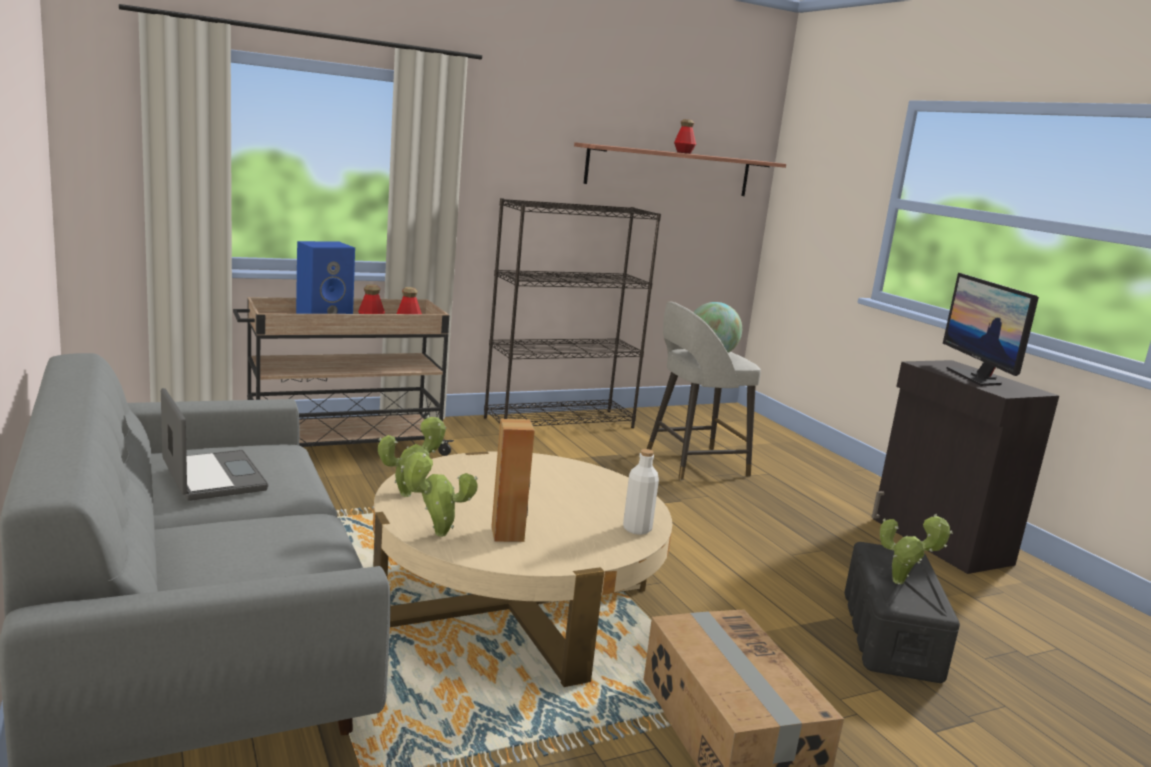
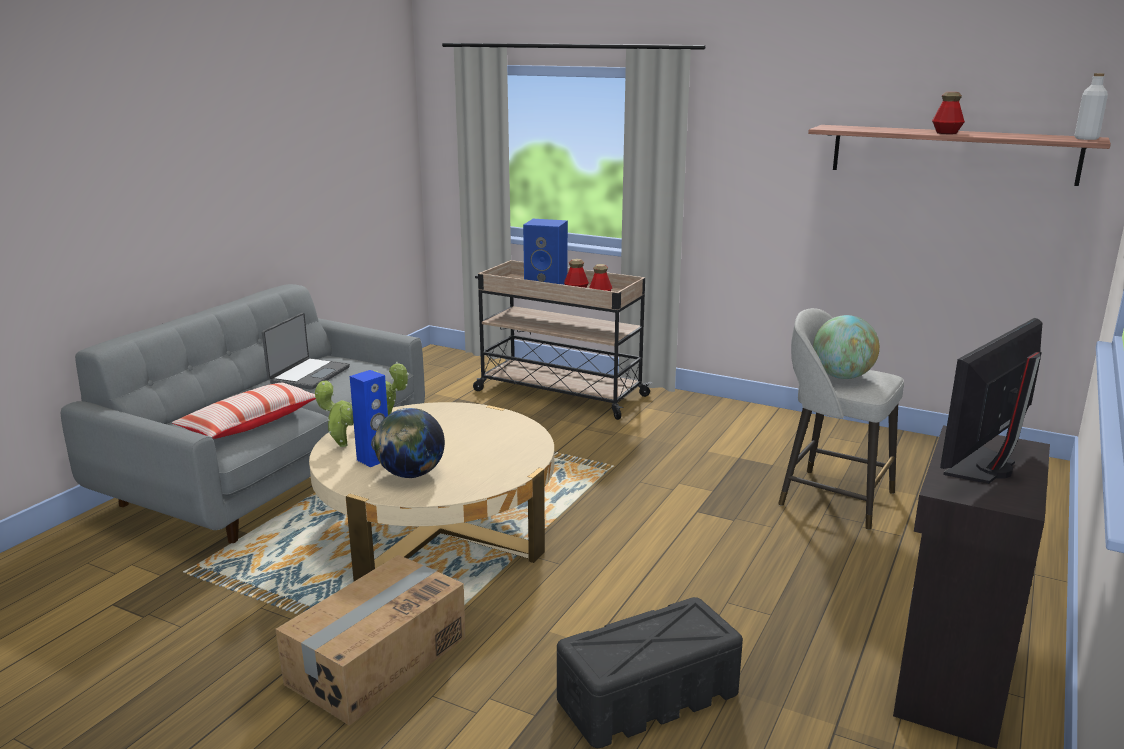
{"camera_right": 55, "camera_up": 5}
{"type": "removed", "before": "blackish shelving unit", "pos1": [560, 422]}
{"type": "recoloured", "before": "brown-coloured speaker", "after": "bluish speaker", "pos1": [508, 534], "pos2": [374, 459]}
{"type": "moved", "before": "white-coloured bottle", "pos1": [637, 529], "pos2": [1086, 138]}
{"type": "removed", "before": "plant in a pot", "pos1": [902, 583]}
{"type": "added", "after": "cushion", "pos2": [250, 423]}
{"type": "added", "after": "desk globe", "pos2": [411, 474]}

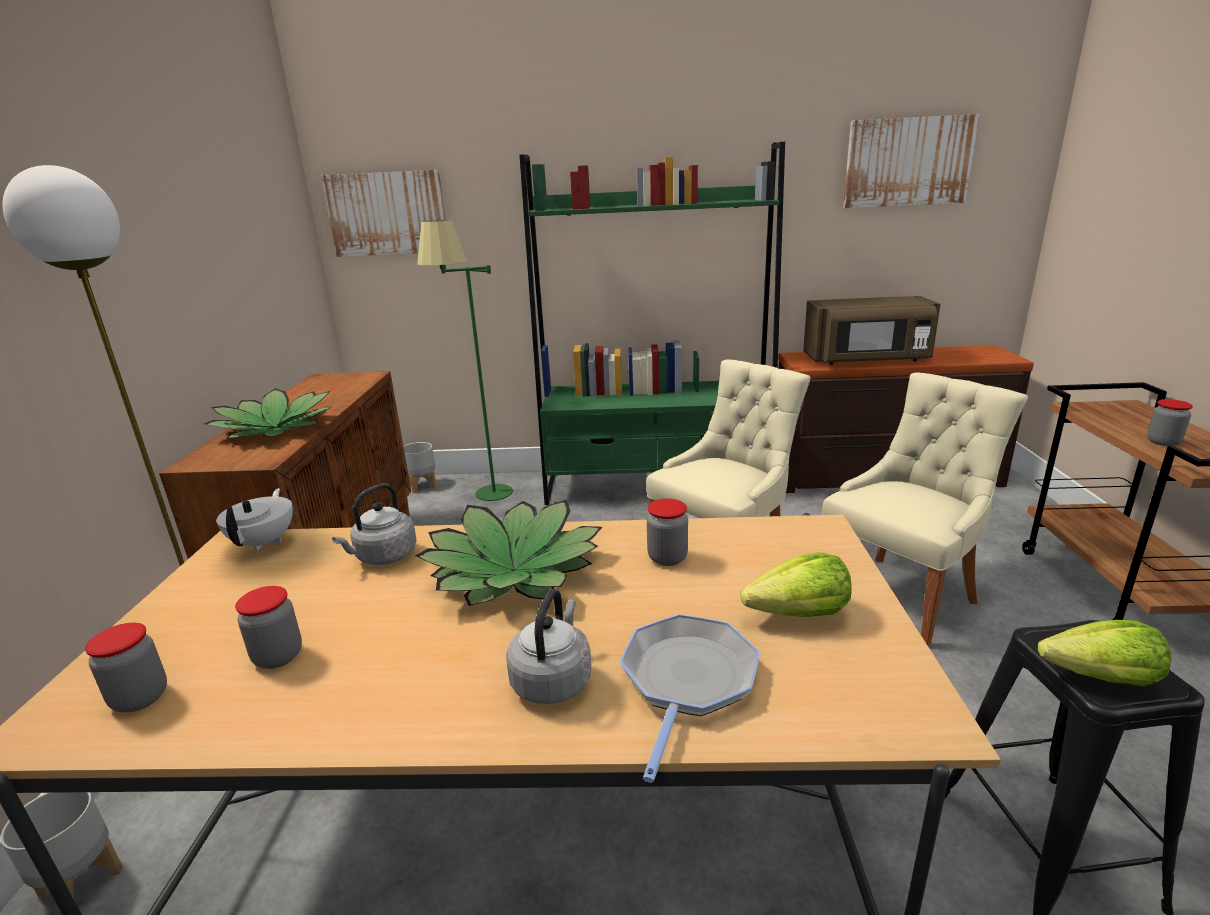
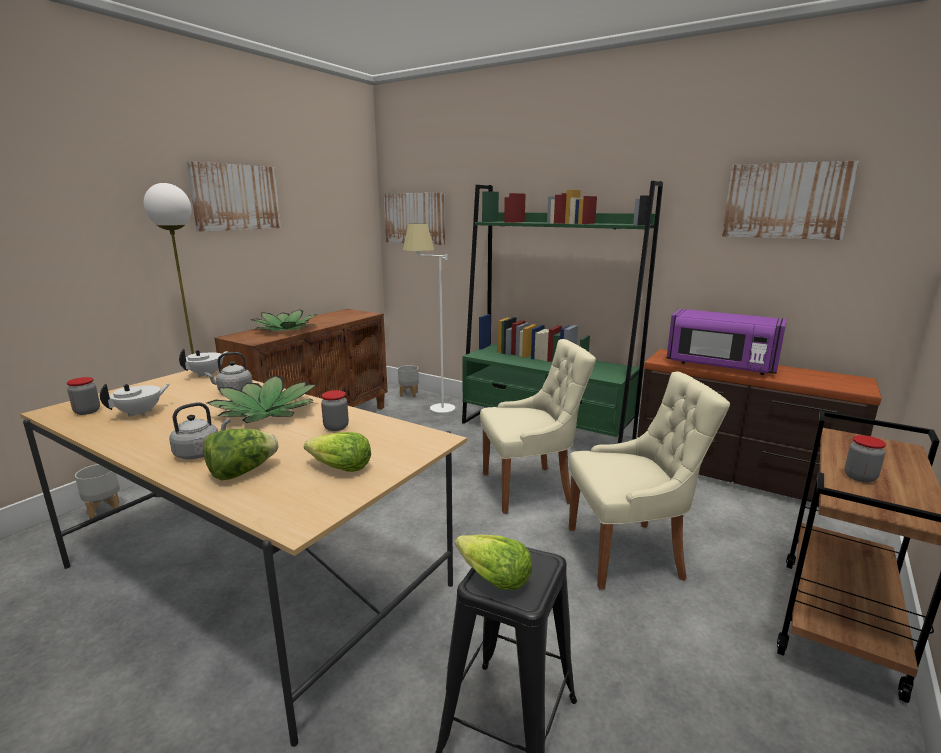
{"camera_right": 30, "camera_up": -5}
{"type": "replaced", "before": "storage jar", "after": "white-coloured teapot", "pos1": [278, 656], "pos2": [140, 413]}
{"type": "recoloured", "before": "greenish standard lamp", "after": "white-coloured standard lamp", "pos1": [485, 500], "pos2": [432, 410]}
{"type": "replaced", "before": "skillet", "after": "head of lettuce", "pos1": [687, 681], "pos2": [242, 472]}
{"type": "recoloured", "before": "brown-coloured microwave oven", "after": "purple microwave oven", "pos1": [867, 360], "pos2": [719, 366]}
{"type": "added", "after": "wall picture", "pos2": [235, 197]}

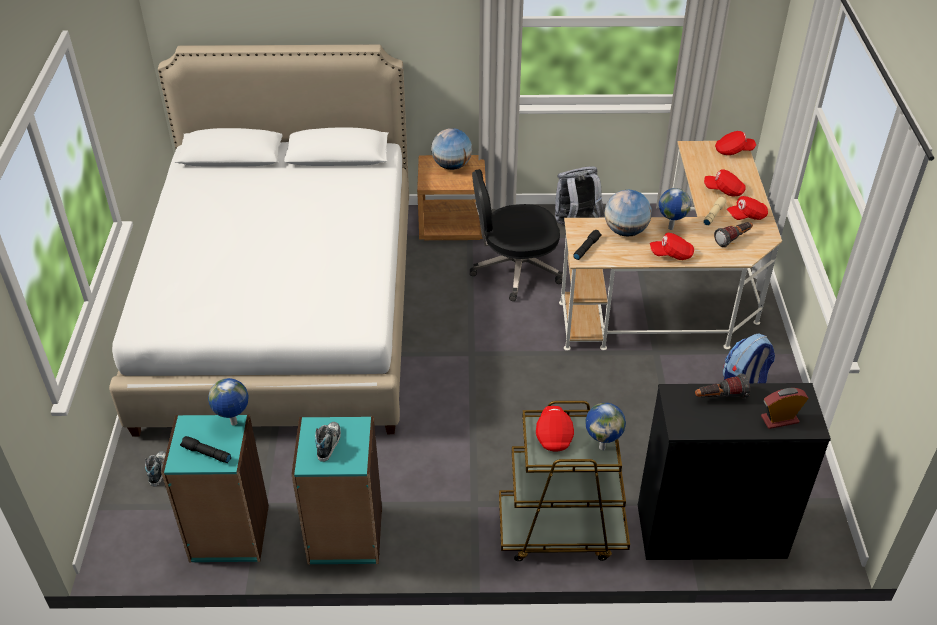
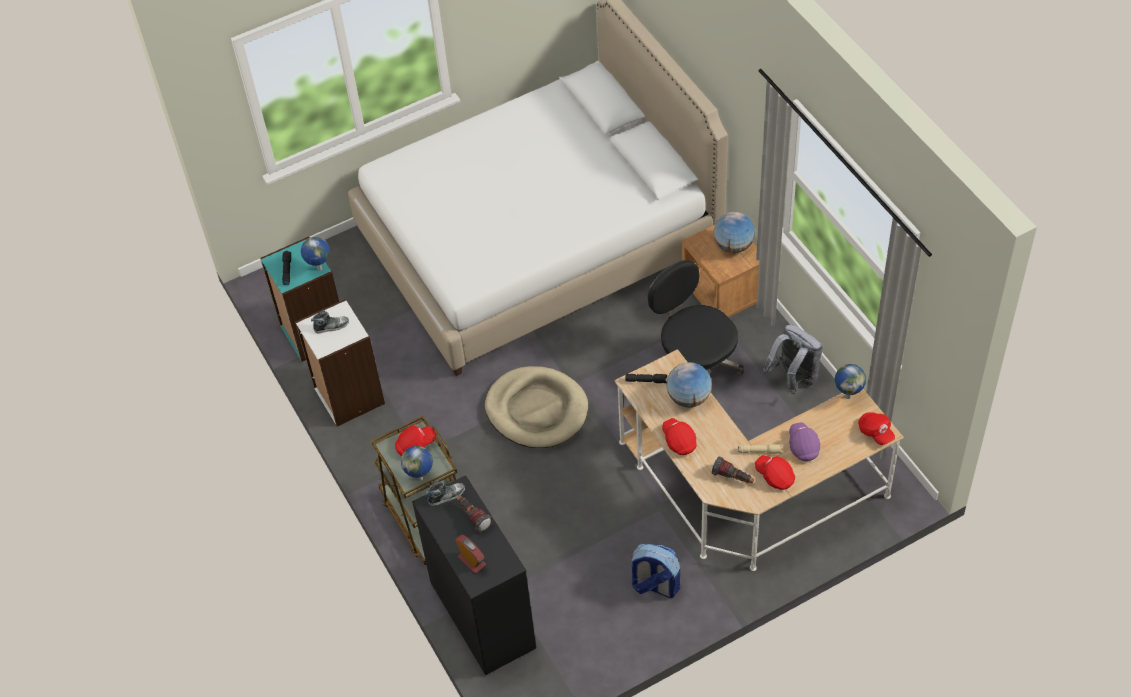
{"camera_right": 65, "camera_up": 10}
{"type": "moved", "before": "item of footwear", "pos1": [158, 470], "pos2": [446, 495]}
{"type": "recoloured", "before": "turquoise shelving unit", "after": "white-coloured shelving unit", "pos1": [345, 536], "pos2": [348, 396]}
{"type": "moved", "before": "desk globe", "pos1": [670, 228], "pos2": [848, 396]}
{"type": "recoloured", "before": "red-coloured baseball cap", "after": "purple baseball cap", "pos1": [724, 190], "pos2": [803, 446]}
{"type": "added", "after": "beige dog bed", "pos2": [537, 410]}

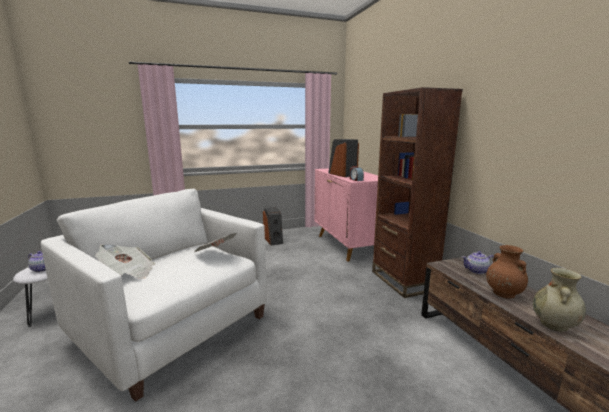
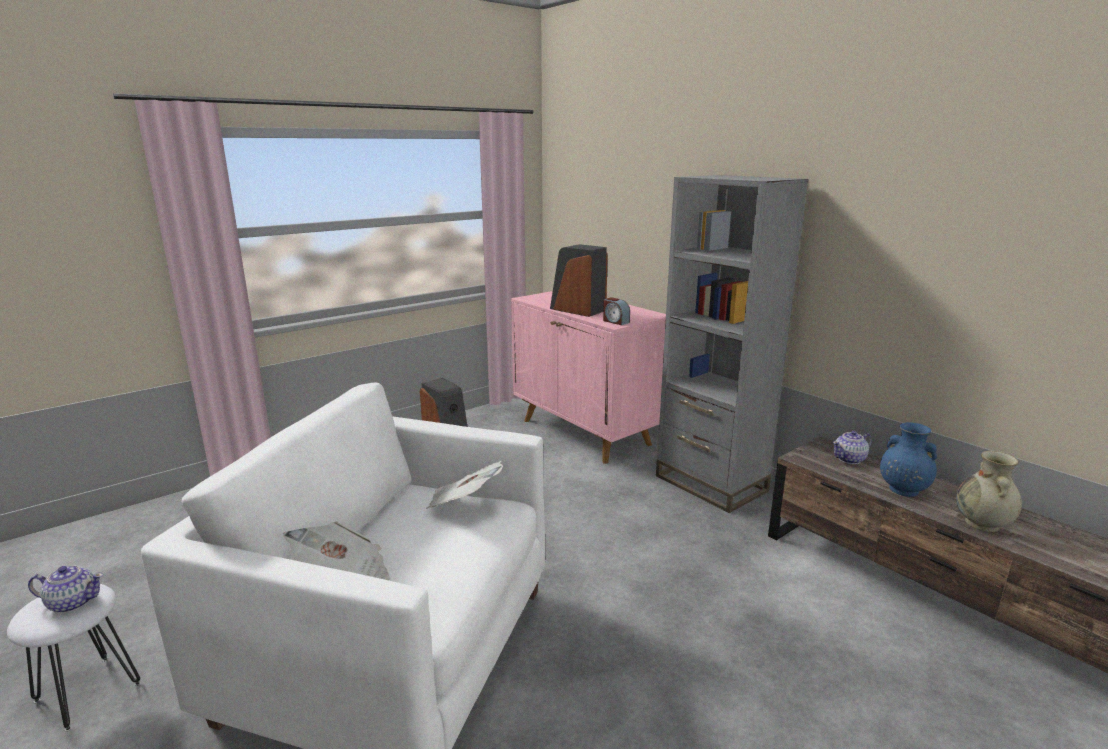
{"camera_right": -20, "camera_up": 5}
{"type": "recoloured", "before": "brown-coloured shelving unit", "after": "gray shelving unit", "pos1": [403, 281], "pos2": [710, 483]}
{"type": "recoloured", "before": "brown-coloured vase", "after": "bluish vase", "pos1": [503, 293], "pos2": [902, 489]}

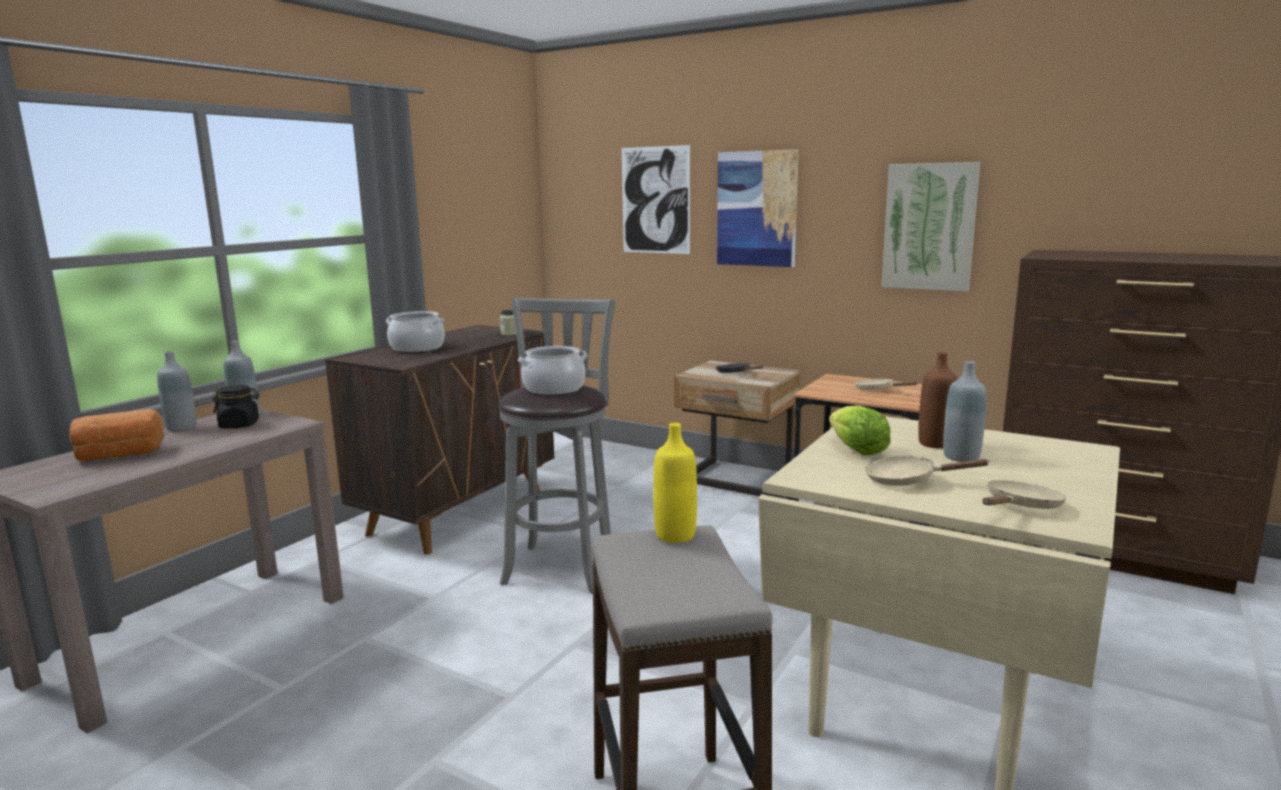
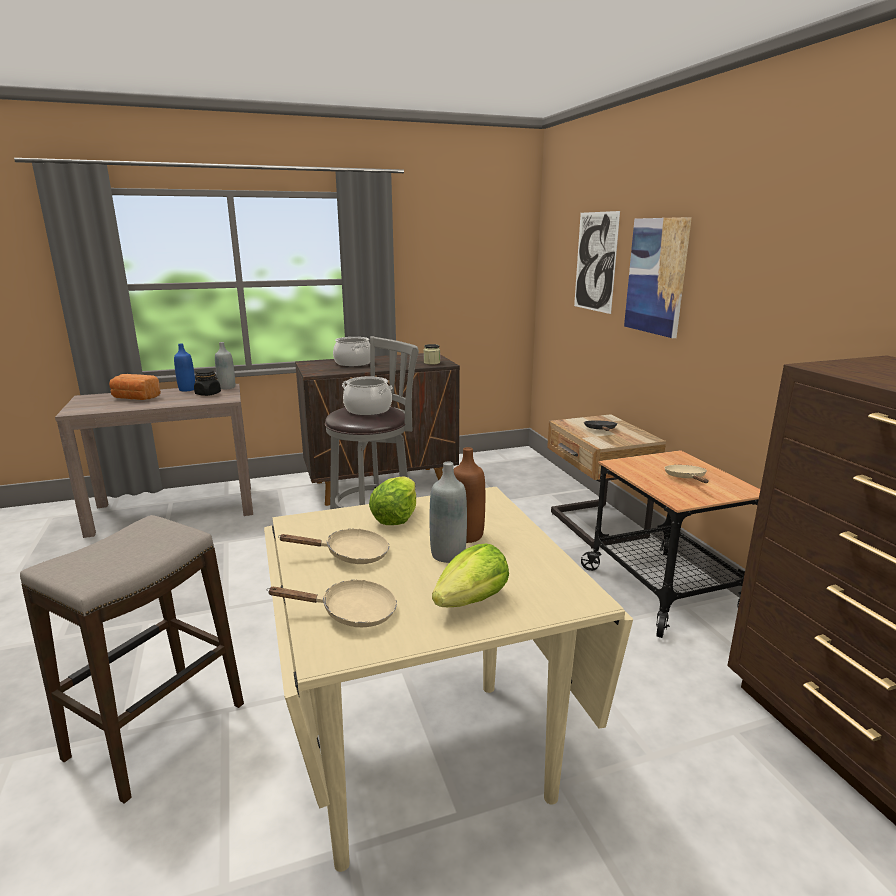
{"camera_right": 40, "camera_up": 5}
{"type": "recoloured", "before": "gray bottle", "after": "bluish bottle", "pos1": [181, 428], "pos2": [187, 389]}
{"type": "removed", "before": "yellow bottle", "pos1": [675, 535]}
{"type": "turned", "before": "beige skillet", "pos1": [908, 480], "pos2": [350, 555], "turn": 120}
{"type": "removed", "before": "wall picture", "pos1": [929, 227]}
{"type": "added", "after": "head of lettuce", "pos2": [472, 601]}

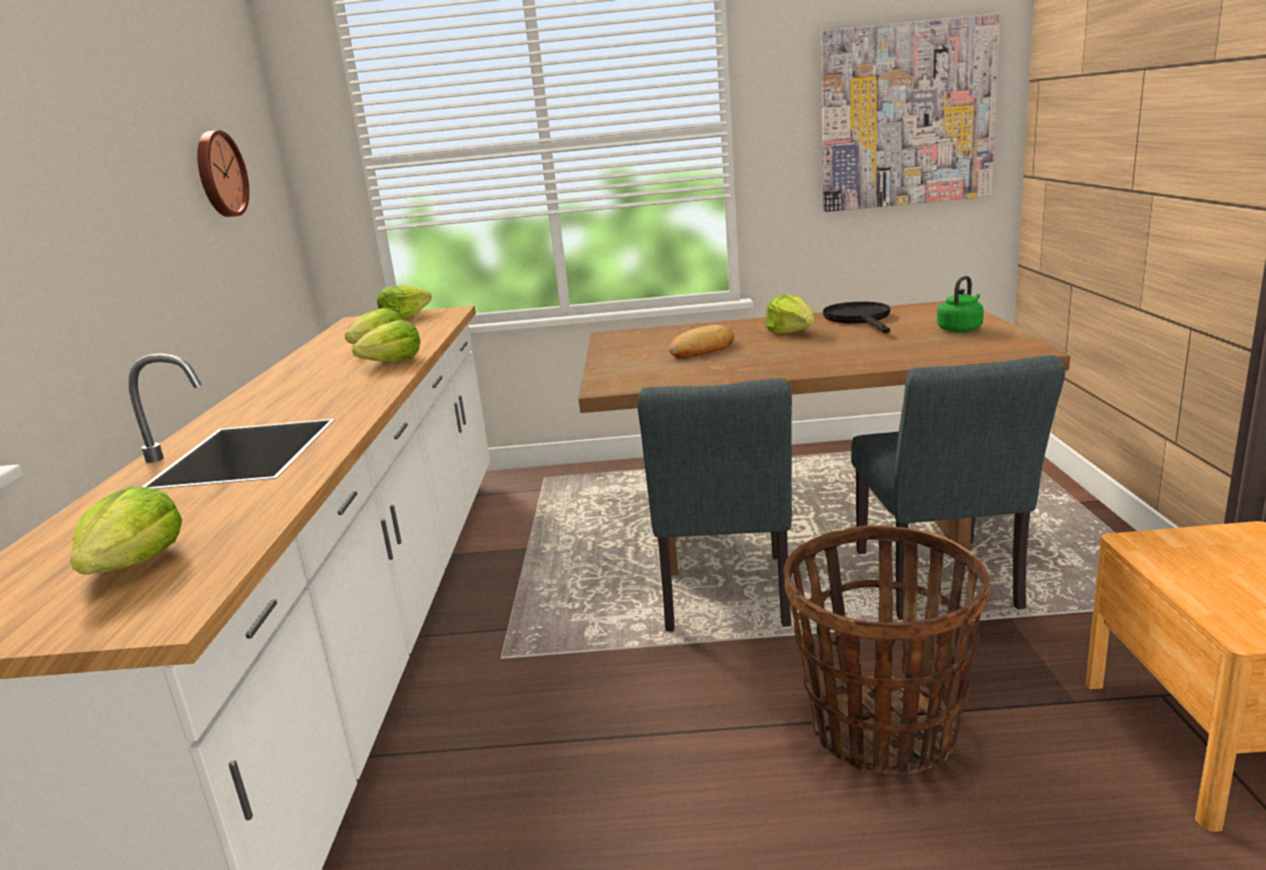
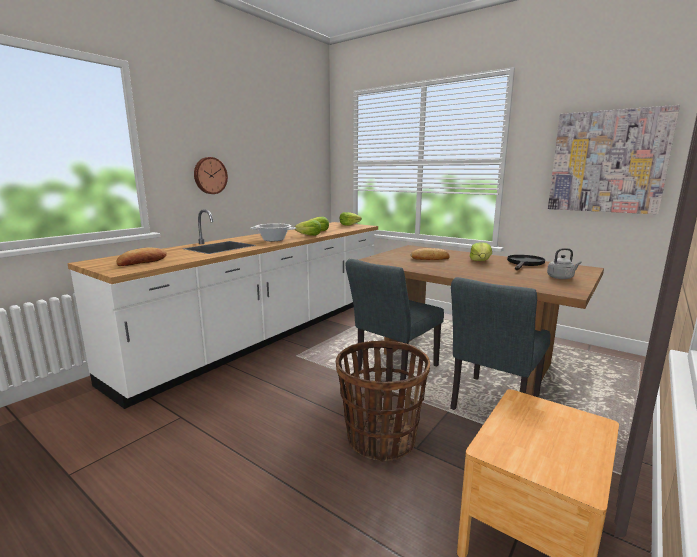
{"camera_right": 35, "camera_up": -5}
{"type": "replaced", "before": "head of lettuce", "after": "bread", "pos1": [136, 564], "pos2": [142, 261]}
{"type": "moved", "before": "wall clock", "pos1": [219, 174], "pos2": [209, 175]}
{"type": "recoloured", "before": "greenish water kettle", "after": "gray water kettle", "pos1": [960, 329], "pos2": [561, 277]}
{"type": "added", "after": "cooking pot", "pos2": [273, 240]}

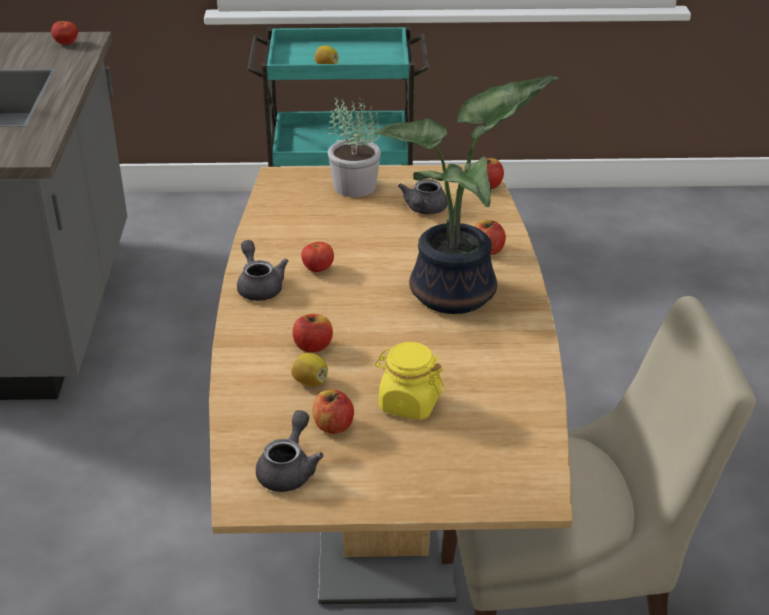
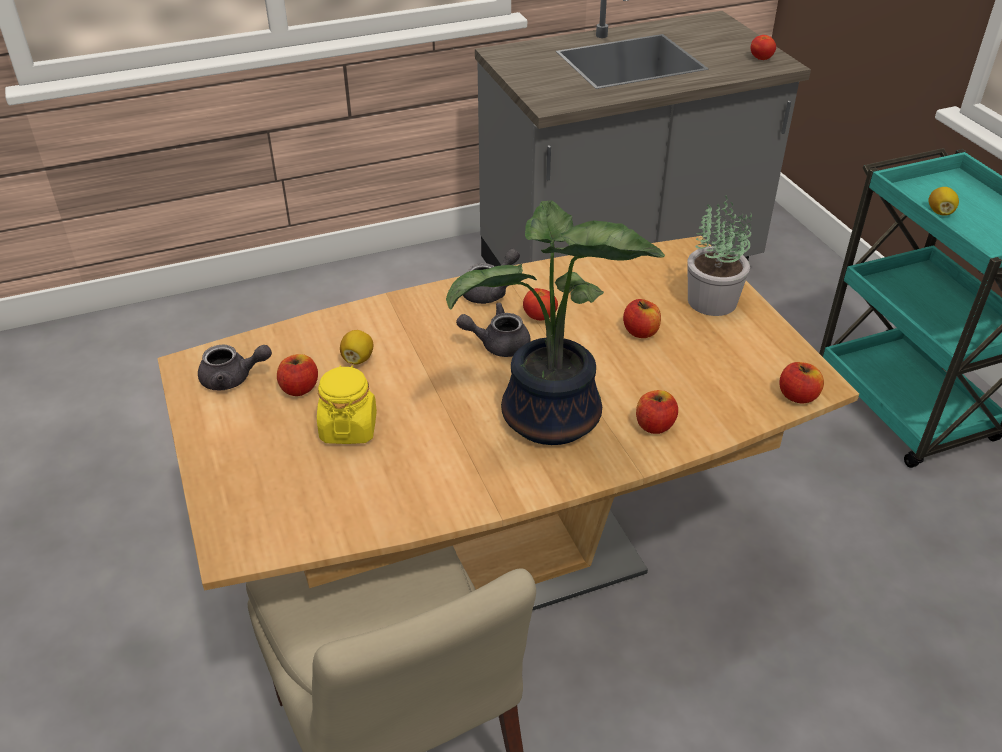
{"camera_right": 70, "camera_up": 5}
{"type": "moved", "before": "apple fruit", "pos1": [313, 346], "pos2": [640, 332]}
{"type": "moved", "before": "gray teapot", "pos1": [424, 210], "pos2": [498, 344]}

